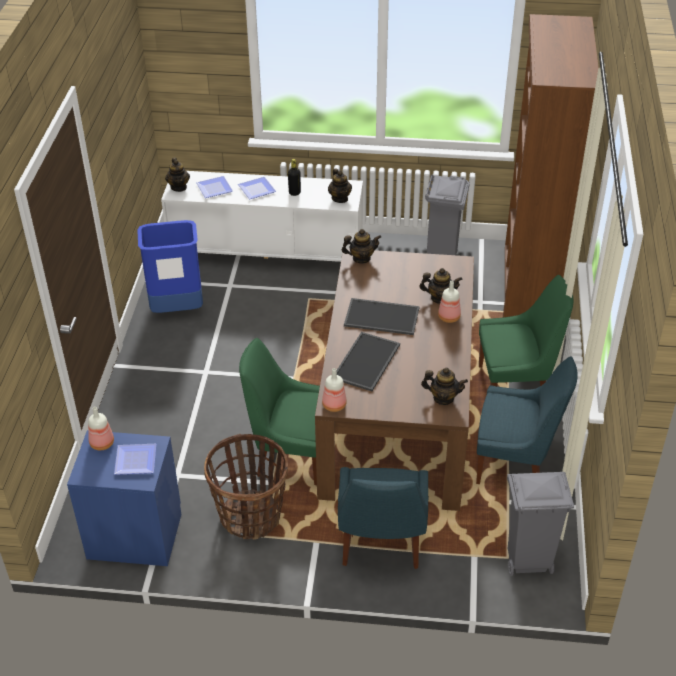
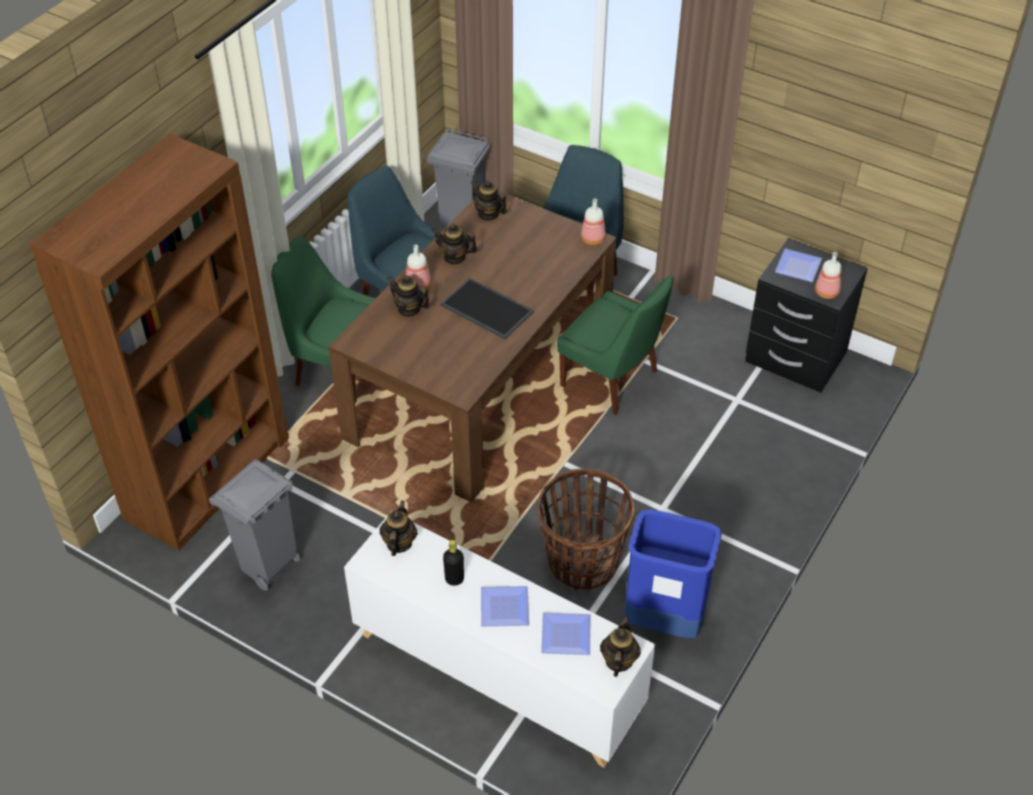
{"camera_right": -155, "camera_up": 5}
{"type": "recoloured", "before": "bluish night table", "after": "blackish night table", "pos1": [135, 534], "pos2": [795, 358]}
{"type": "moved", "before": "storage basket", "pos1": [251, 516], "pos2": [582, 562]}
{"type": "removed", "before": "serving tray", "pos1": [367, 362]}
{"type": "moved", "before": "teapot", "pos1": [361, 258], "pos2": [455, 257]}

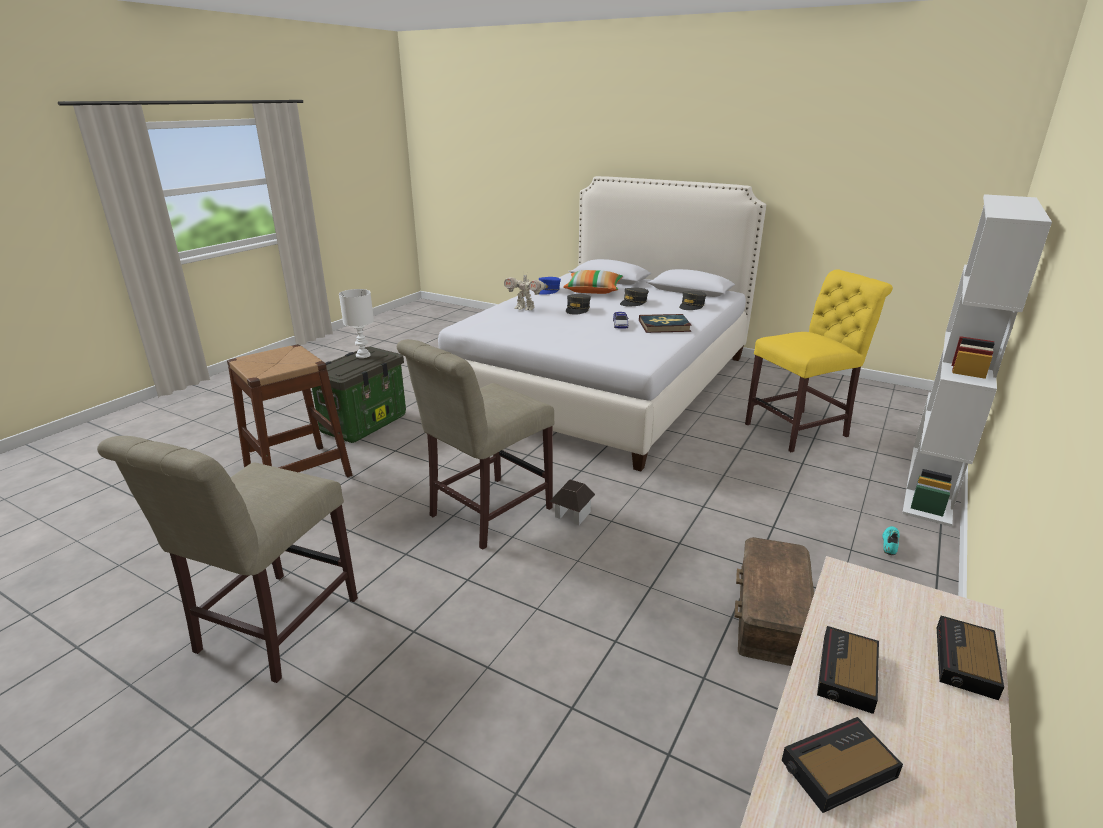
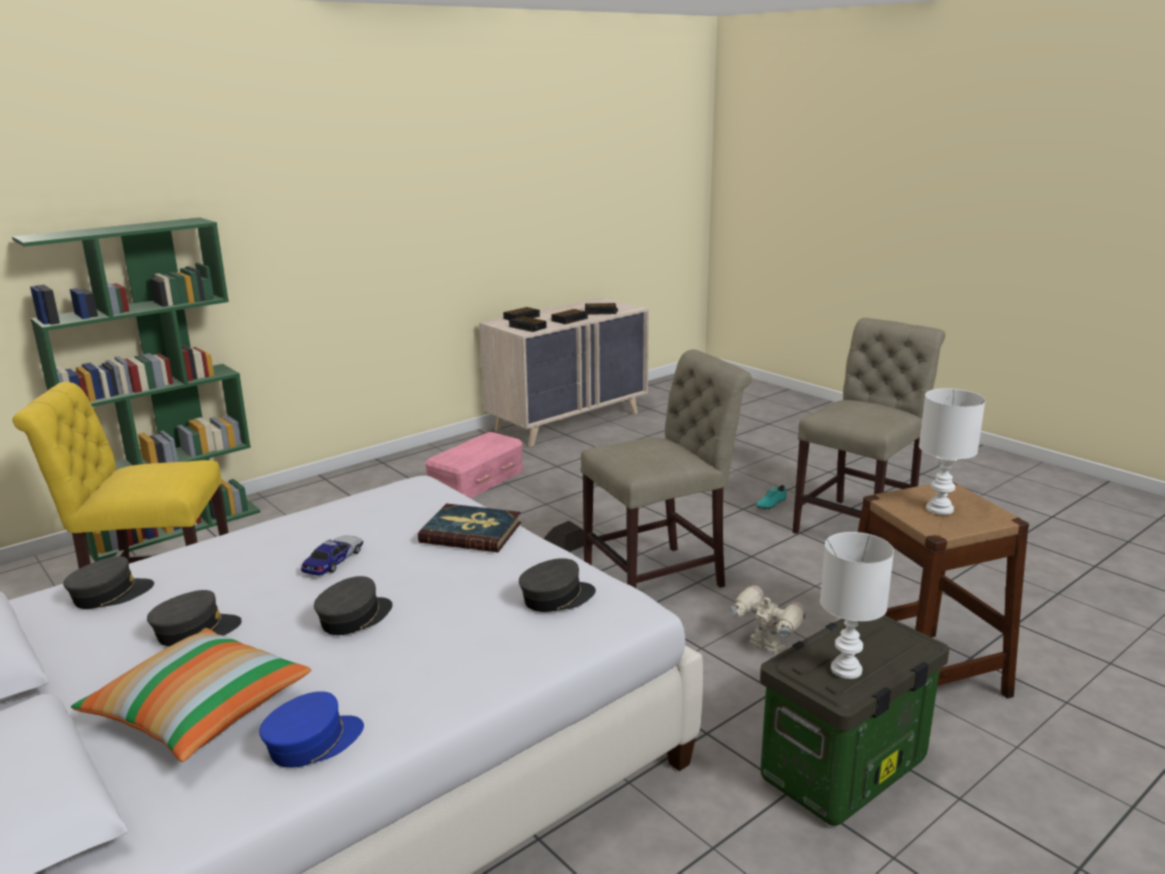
{"camera_right": -160, "camera_up": -5}
{"type": "moved", "before": "model robot", "pos1": [525, 308], "pos2": [765, 648]}
{"type": "moved", "before": "volume", "pos1": [664, 326], "pos2": [471, 532]}
{"type": "recoloured", "before": "brown-coloured storage box", "after": "pink-coloured storage box", "pos1": [773, 614], "pos2": [475, 480]}
{"type": "moved", "before": "turquoise item of footwear", "pos1": [890, 544], "pos2": [771, 504]}
{"type": "recoloured", "before": "white-coloured shelving unit", "after": "greenish shelving unit", "pos1": [931, 484], "pos2": [175, 527]}
{"type": "added", "after": "bedside clock", "pos2": [528, 327]}
{"type": "added", "after": "gray baseball cap", "pos2": [556, 598]}
{"type": "added", "after": "white-coloured table lamp", "pos2": [938, 508]}

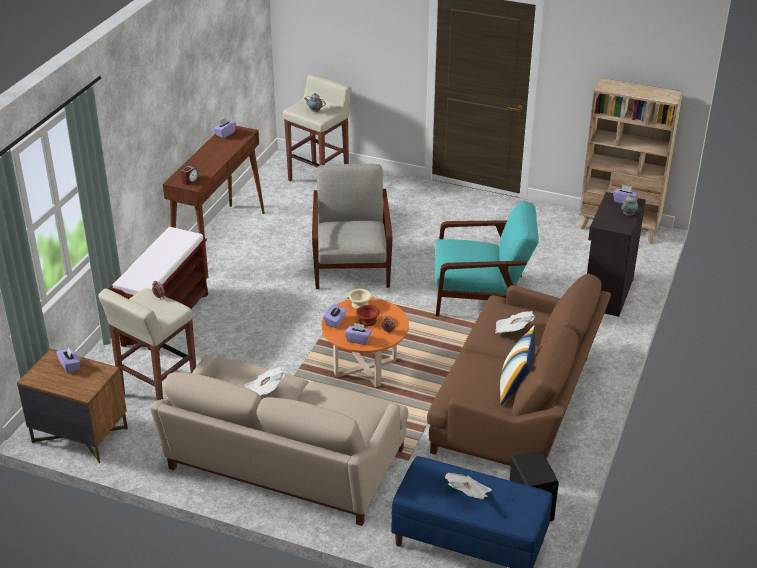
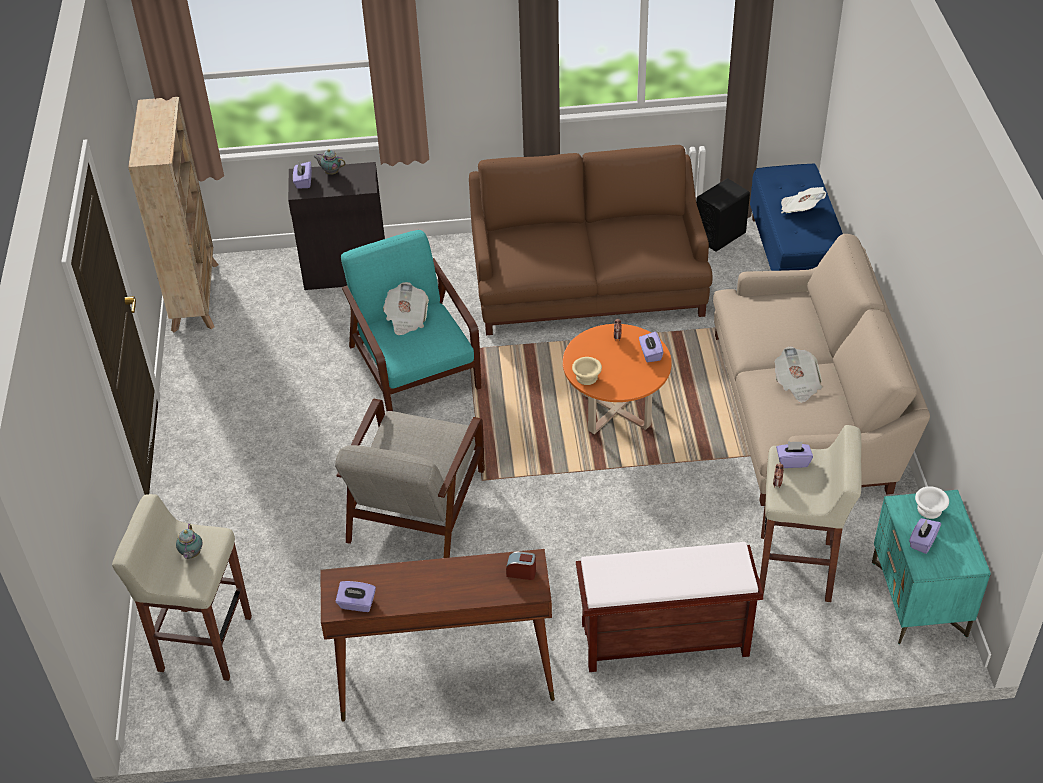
{"camera_right": -115, "camera_up": 10}
{"type": "recoloured", "before": "brown-coloured night table", "after": "turquoise night table", "pos1": [79, 435], "pos2": [919, 599]}
{"type": "turned", "before": "gray lounge chair", "pos1": [351, 262], "pos2": [415, 508], "turn": -45}
{"type": "moved", "before": "purple box of tissues", "pos1": [335, 322], "pos2": [792, 461]}
{"type": "removed", "before": "brown-coloured bowl", "pos1": [367, 321]}
{"type": "moved", "before": "newspaper", "pos1": [512, 330], "pos2": [406, 319]}
{"type": "removed", "before": "cushion", "pos1": [515, 387]}
{"type": "added", "after": "white-coloured bowl", "pos2": [929, 510]}

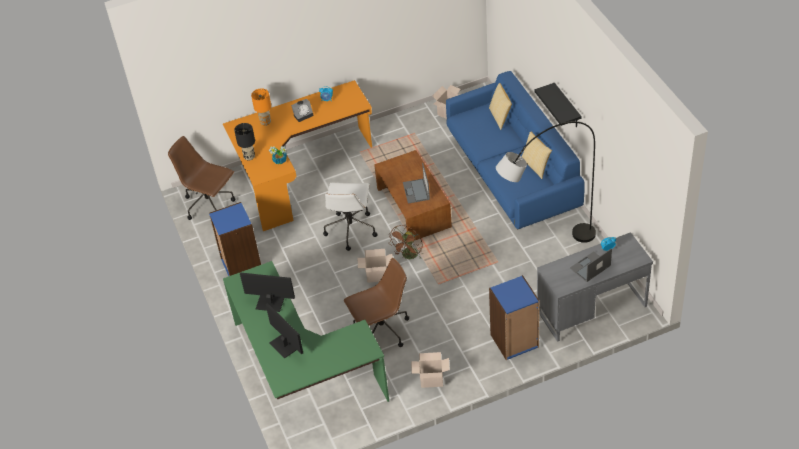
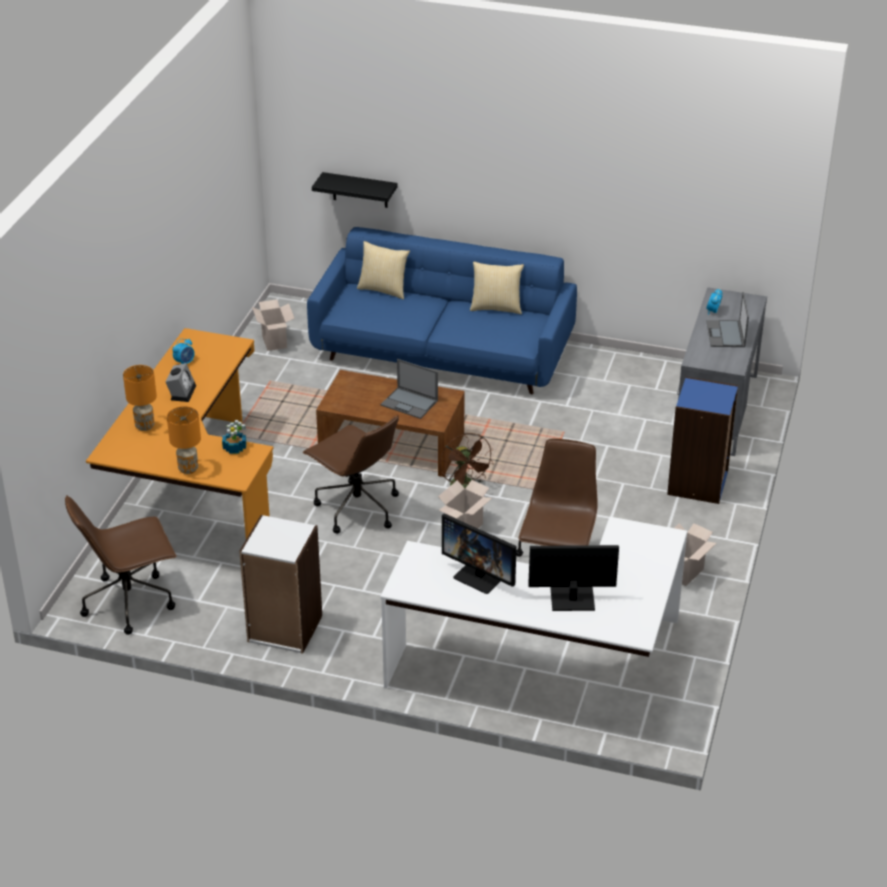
{"camera_right": -55, "camera_up": -10}
{"type": "recoloured", "before": "bluish shelving unit", "after": "white-coloured shelving unit", "pos1": [241, 265], "pos2": [284, 629]}
{"type": "recoloured", "before": "greenish desk table", "after": "white-coloured desk table", "pos1": [301, 375], "pos2": [548, 673]}
{"type": "recoloured", "before": "blackish table lamp", "after": "orangey table lamp", "pos1": [249, 157], "pos2": [187, 469]}
{"type": "turned", "before": "computer display", "pos1": [270, 302], "pos2": [480, 576], "turn": -105}
{"type": "recoloured", "before": "white-coloured computer chair", "after": "brown-coloured computer chair", "pos1": [350, 229], "pos2": [356, 508]}
{"type": "removed", "before": "gray standard lamp", "pos1": [544, 248]}
{"type": "moved", "before": "blackish bracket shelf", "pos1": [567, 106], "pos2": [360, 190]}

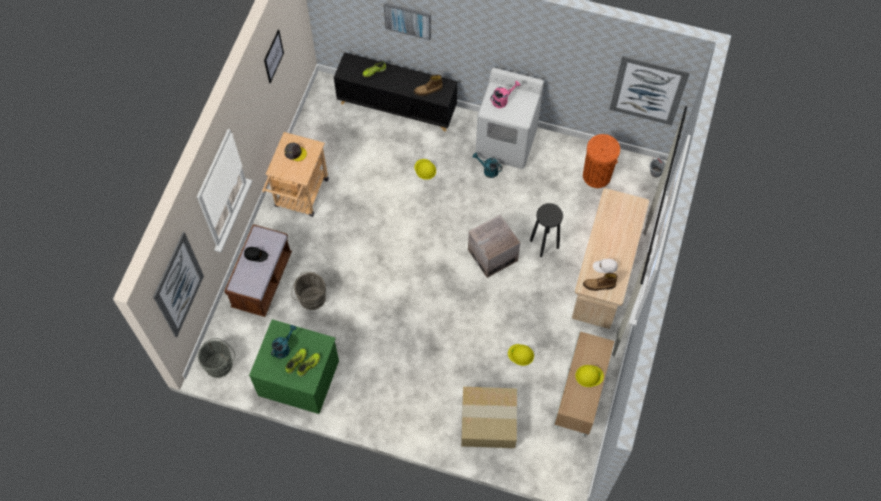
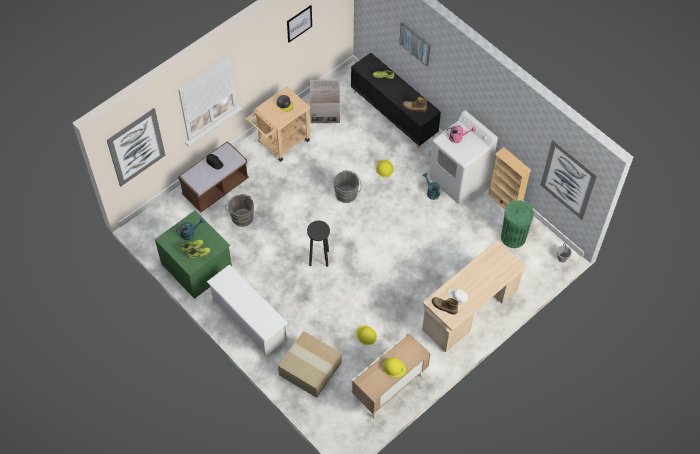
{"camera_right": 30, "camera_up": -5}
{"type": "moved", "before": "gray bucket", "pos1": [220, 364], "pos2": [347, 194]}
{"type": "moved", "before": "carton", "pos1": [492, 255], "pos2": [325, 111]}
{"type": "moved", "before": "blackish stool", "pos1": [544, 243], "pos2": [319, 257]}
{"type": "recoloured", "before": "orangey rubbish bin", "after": "greenish rubbish bin", "pos1": [596, 175], "pos2": [513, 237]}
{"type": "added", "after": "white-coloured shoe shelf", "pos2": [249, 320]}
{"type": "added", "after": "beige shelving unit", "pos2": [504, 202]}

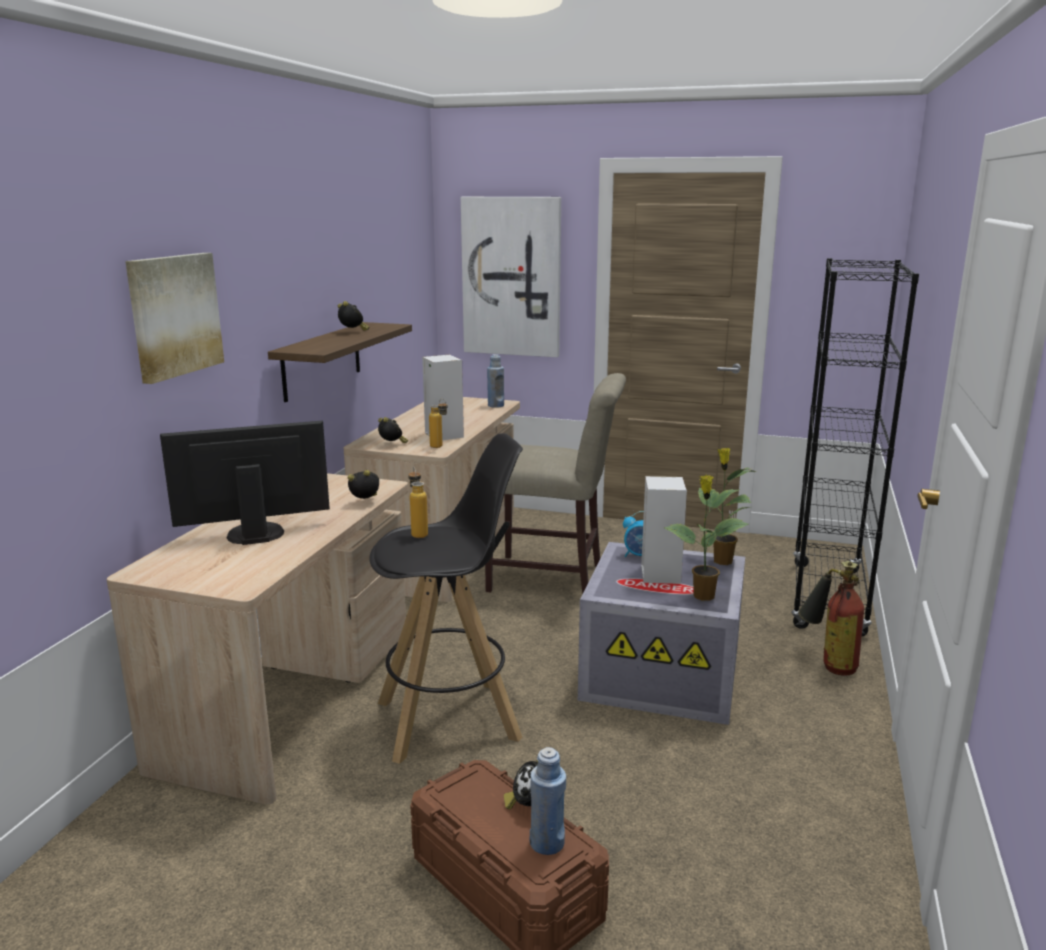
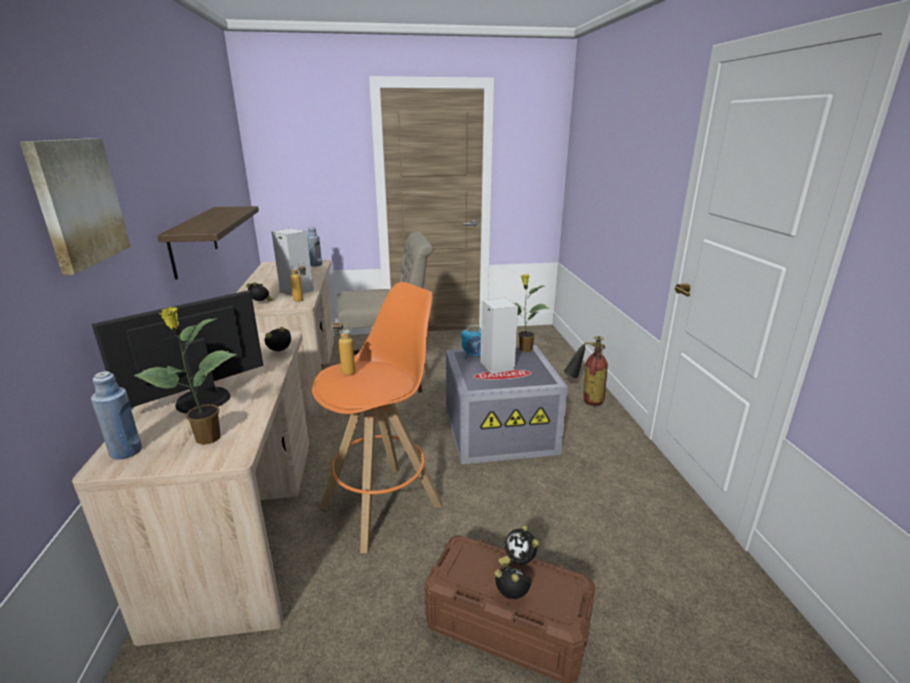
{"camera_right": -25, "camera_up": 5}
{"type": "moved", "before": "bedside clock", "pos1": [353, 332], "pos2": [513, 596]}
{"type": "recoloured", "before": "blackish stool", "after": "orangey stool", "pos1": [450, 720], "pos2": [383, 505]}
{"type": "removed", "before": "wall picture", "pos1": [511, 277]}
{"type": "moved", "before": "bluish bottle", "pos1": [547, 843], "pos2": [126, 451]}
{"type": "moved", "before": "plant in a pot", "pos1": [702, 596], "pos2": [206, 439]}
{"type": "removed", "before": "blackish shelving unit", "pos1": [827, 599]}

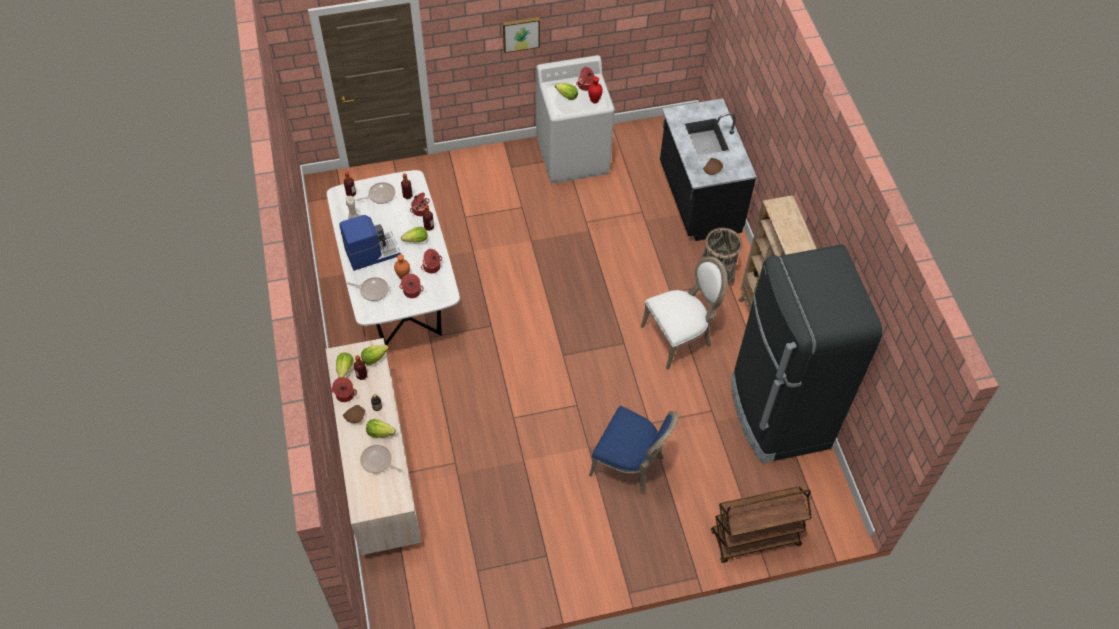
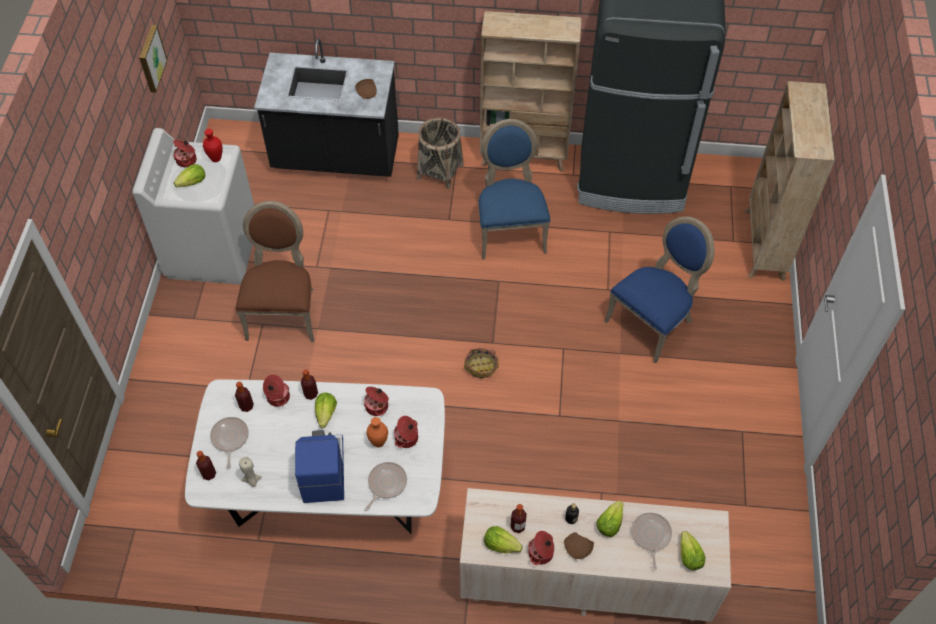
{"camera_right": -70, "camera_up": 0}
{"type": "turned", "before": "skillet", "pos1": [378, 461], "pos2": [650, 536], "turn": 135}
{"type": "moved", "before": "head of lettuce", "pos1": [374, 358], "pos2": [689, 556]}
{"type": "moved", "before": "wall picture", "pos1": [521, 33], "pos2": [151, 58]}
{"type": "recoloured", "before": "white-coloured plain chair", "after": "bluish plain chair", "pos1": [679, 337], "pos2": [509, 229]}
{"type": "replaced", "before": "brown-coloured cart", "after": "beige shelving unit", "pos1": [754, 539], "pos2": [764, 245]}
{"type": "added", "after": "brown-coloured plain chair", "pos2": [283, 311]}
{"type": "added", "after": "storage basket", "pos2": [481, 366]}

